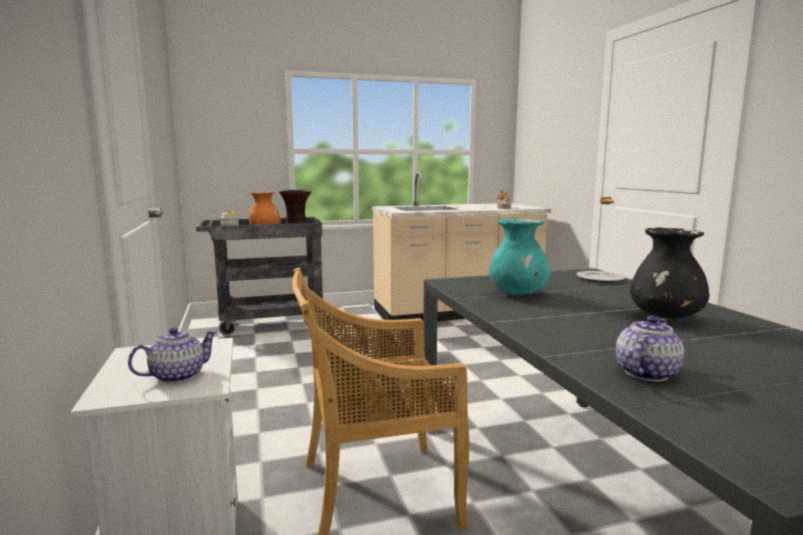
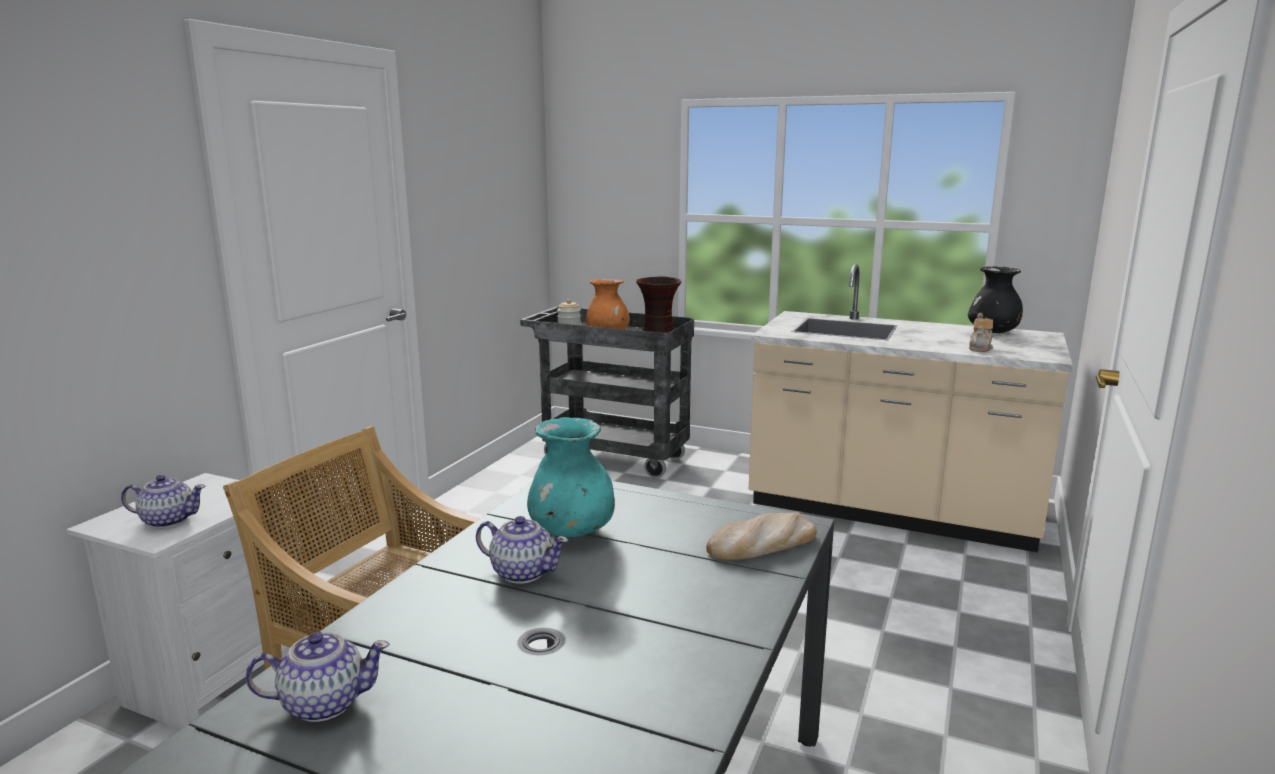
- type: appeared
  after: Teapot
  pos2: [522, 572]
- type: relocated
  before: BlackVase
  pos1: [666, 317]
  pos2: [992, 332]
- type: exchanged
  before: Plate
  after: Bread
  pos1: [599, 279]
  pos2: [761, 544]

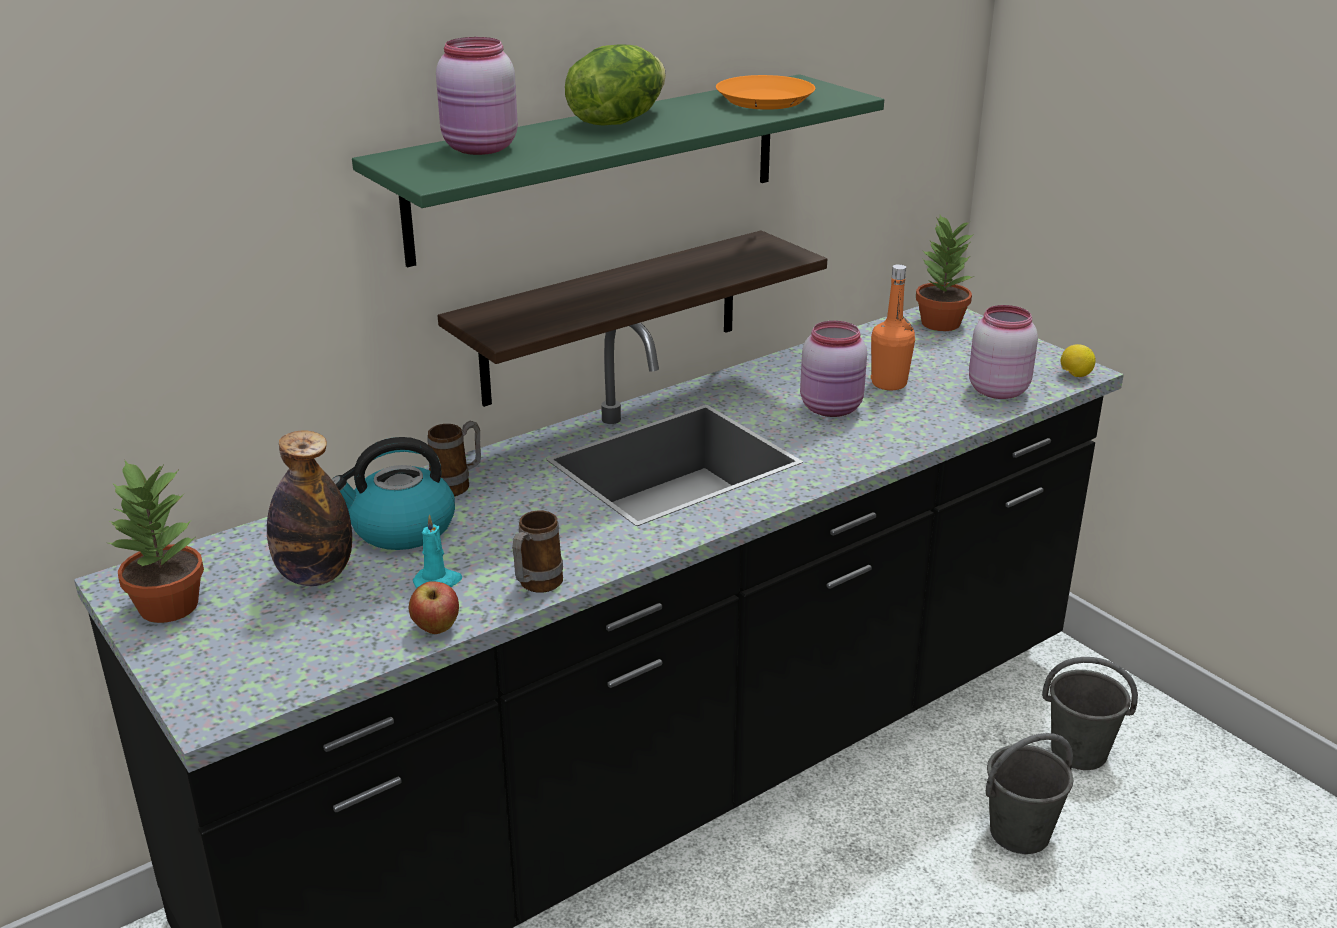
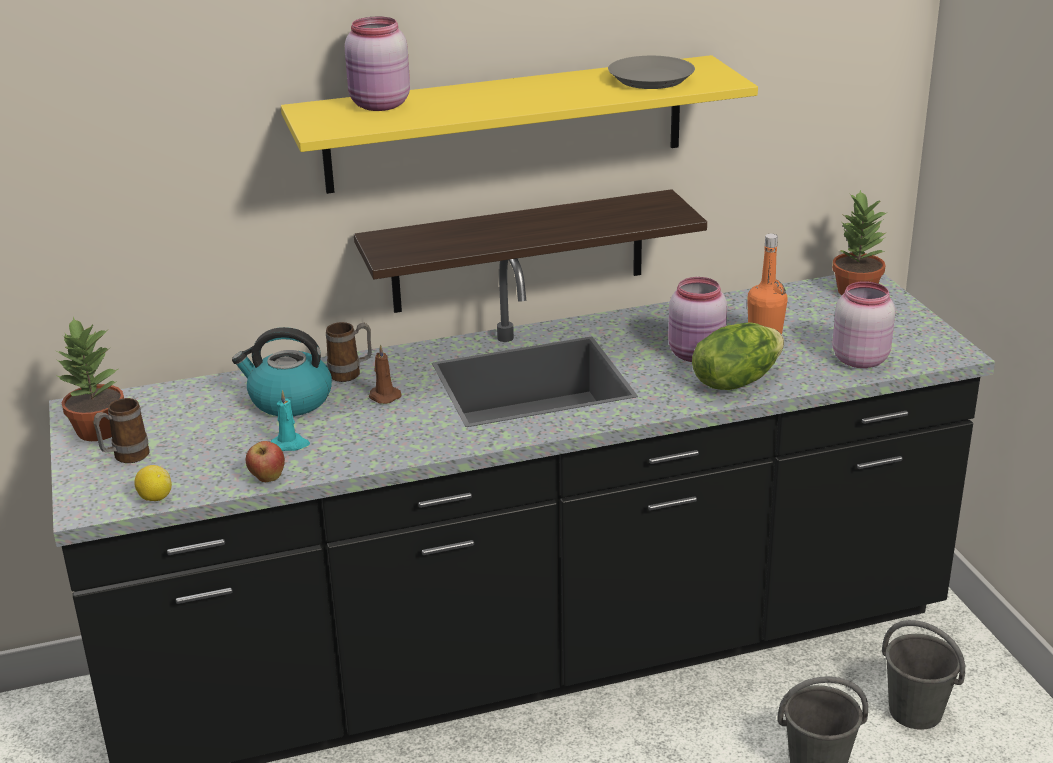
- type: missing
  before: Bottle
  pos1: [315, 576]
- type: appeared
  after: BrownCandle
  pos2: [383, 396]
- type: relocated
  before: Mug
  pos1: [536, 586]
  pos2: [125, 457]
- type: relocated
  before: Lettuce
  pos1: [617, 121]
  pos2: [735, 381]
- type: relocated
  before: Lemon
  pos1: [1075, 375]
  pos2: [155, 497]
- type: colour
  before: GreenShelf
  after: YellowShelf
  pos1: [599, 166]
  pos2: [505, 124]
- type: colour
  before: OrangePlate
  after: GreyPlate
  pos1: [764, 100]
  pos2: [650, 79]

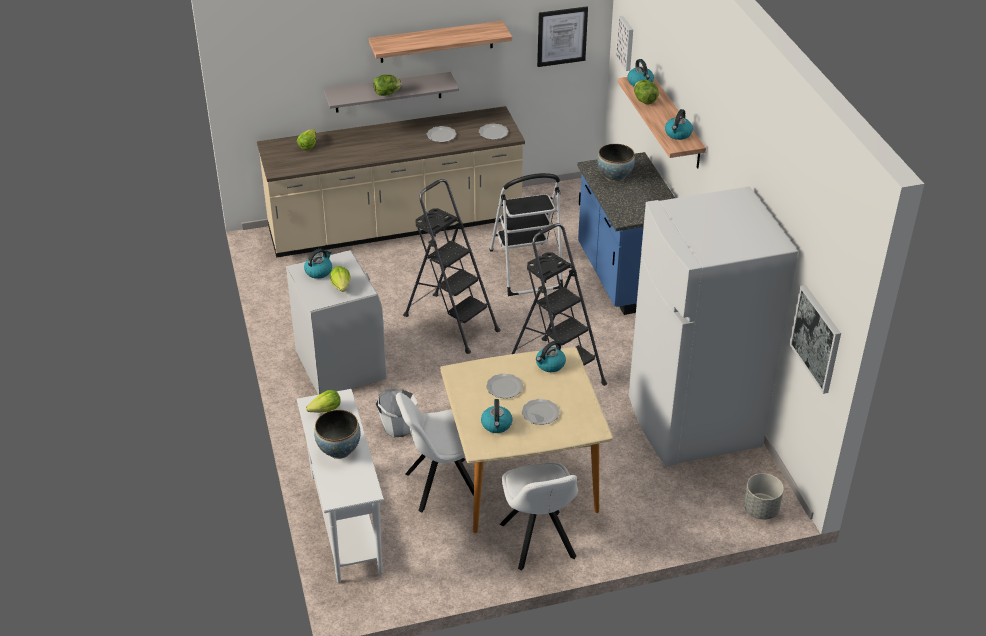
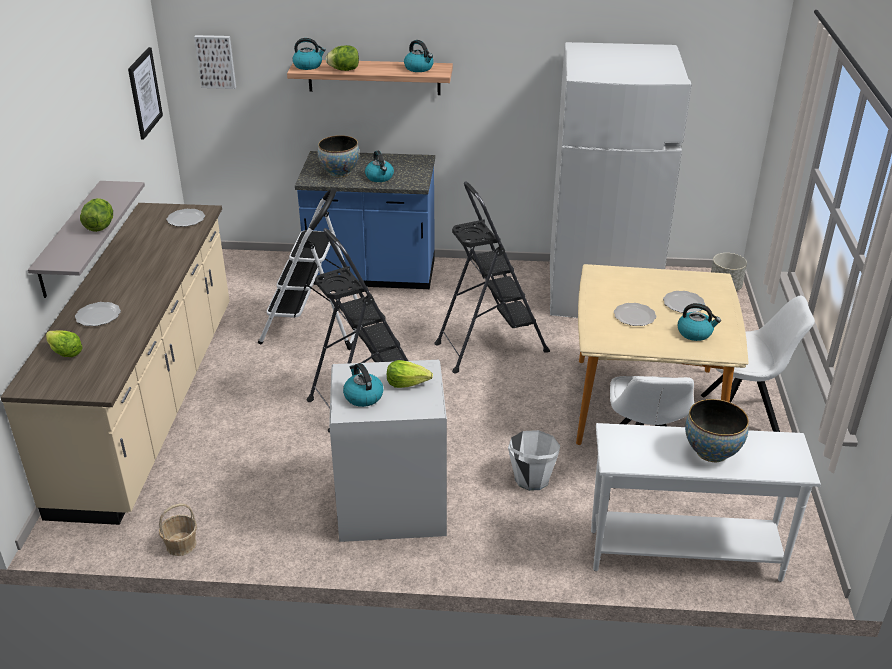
- type: missing
  before: Lettuce
  pos1: [325, 410]
- type: missing
  before: Shelf
  pos1: [436, 42]
- type: missing
  before: Picture
  pos1: [817, 338]
- type: appeared
  after: Basket
  pos2: [181, 544]
- type: relocated
  before: Plate
  pos1: [441, 135]
  pos2: [98, 316]
- type: relocated
  before: Kettle
  pos1: [550, 365]
  pos2: [380, 177]

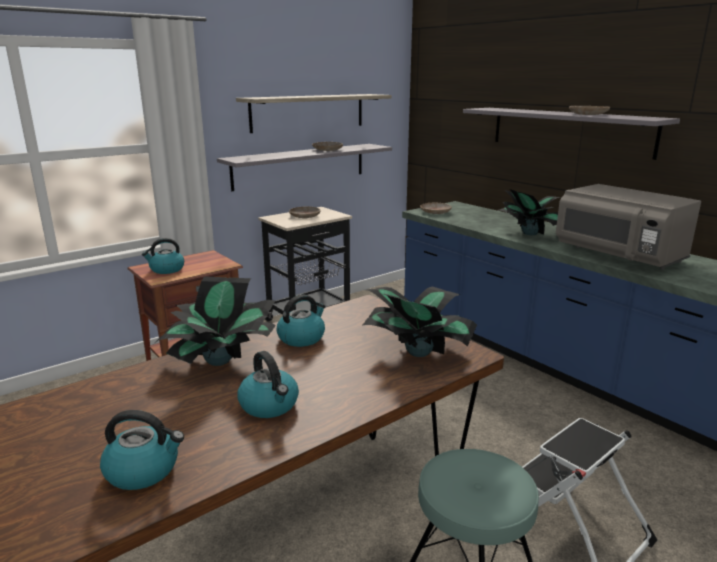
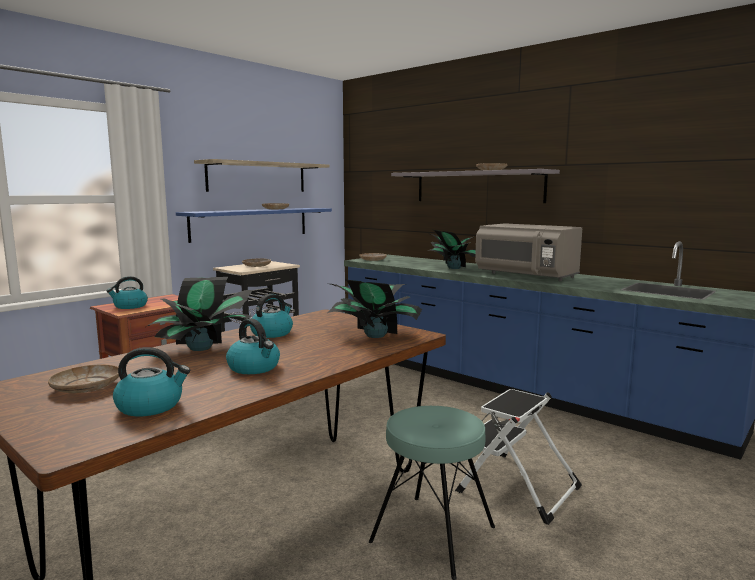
- type: appeared
  after: BeigePlate
  pos2: [86, 387]
- type: colour
  before: GreyShelf
  after: BlueShelf
  pos1: [300, 166]
  pos2: [251, 223]

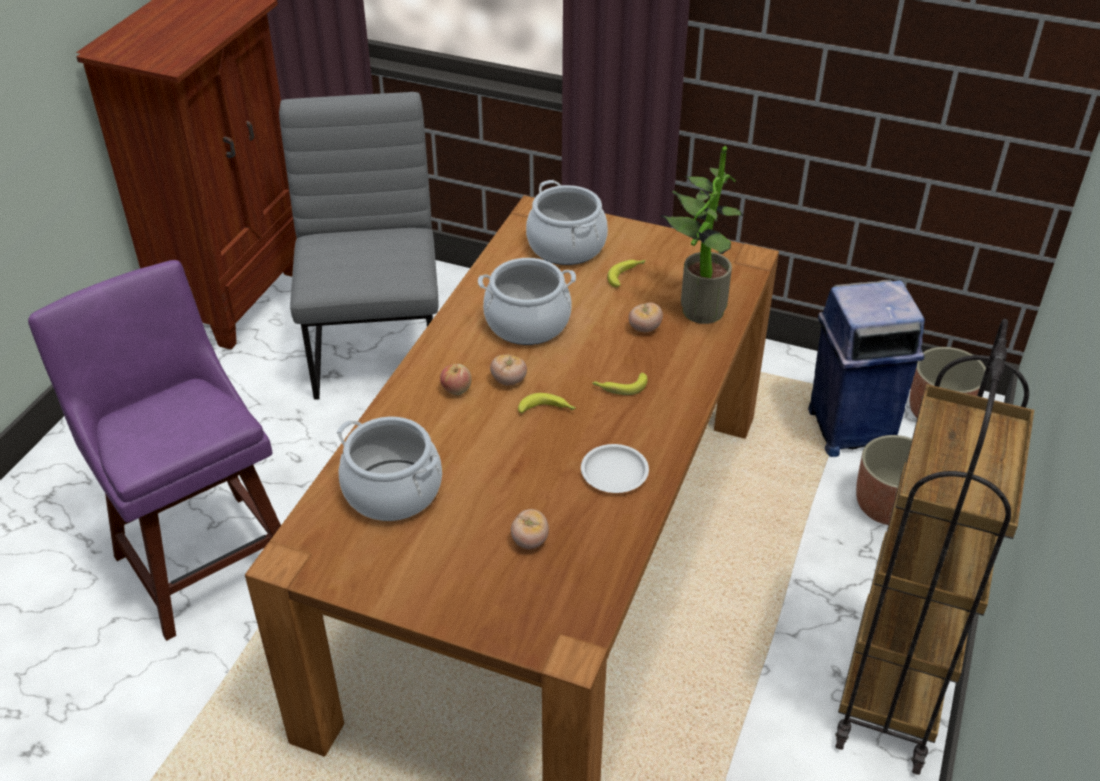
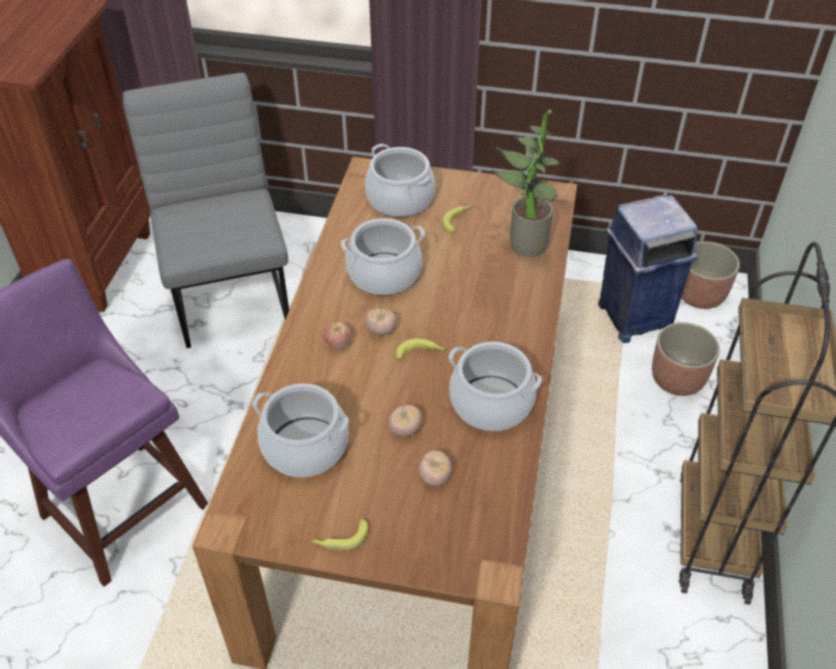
- type: relocated
  before: Banana
  pos1: [619, 387]
  pos2: [340, 539]
- type: relocated
  before: Tomato
  pos1: [644, 328]
  pos2: [405, 429]
- type: exchanged
  before: WhitePlate
  after: CookingPot
  pos1: [615, 472]
  pos2: [491, 403]

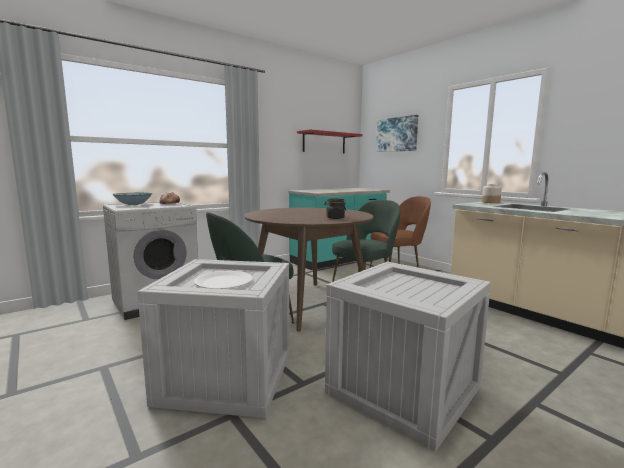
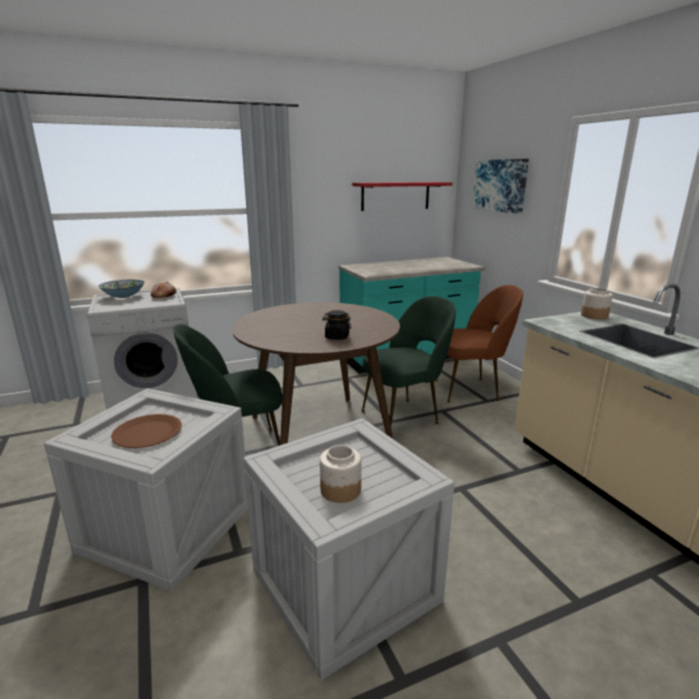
- type: appeared
  after: Jar
  pos2: [340, 490]
- type: colour
  before: WhitePlate
  after: BrownPlate
  pos1: [224, 282]
  pos2: [148, 433]

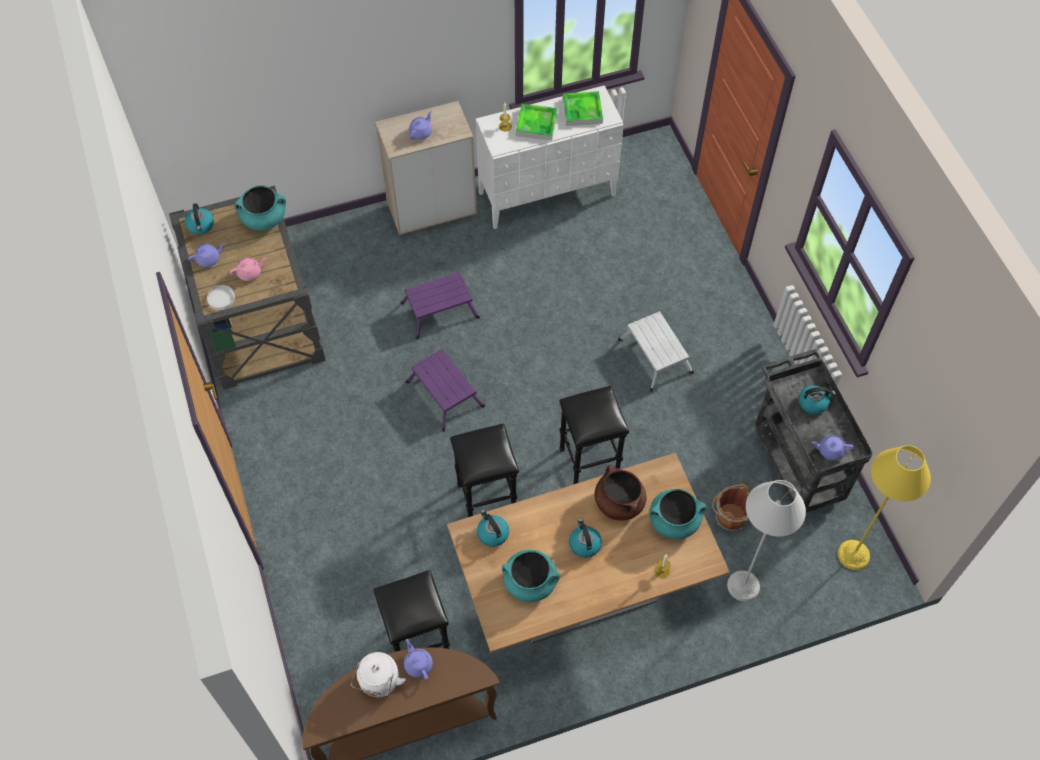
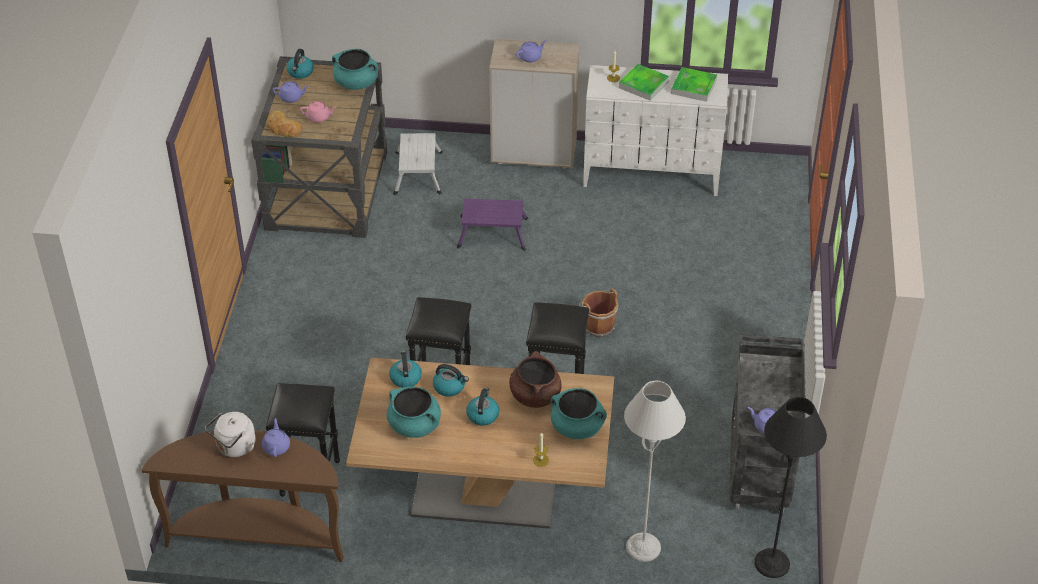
- type: missing
  before: PurpleStepLadder
  pos1: [445, 394]
- type: relocated
  before: WhiteStepLadder
  pos1: [655, 356]
  pos2: [418, 173]
- type: relocated
  before: BrownBucket
  pos1: [729, 516]
  pos2: [597, 325]
- type: relocated
  before: Kettle
  pos1: [813, 403]
  pos2: [450, 387]
- type: exchanged
  before: WhitePlate
  after: Bread
  pos1: [221, 298]
  pos2: [283, 128]
- type: colour
  before: YellowFloorLamp
  after: BlackFloorLamp
  pos1: [853, 555]
  pos2: [772, 563]

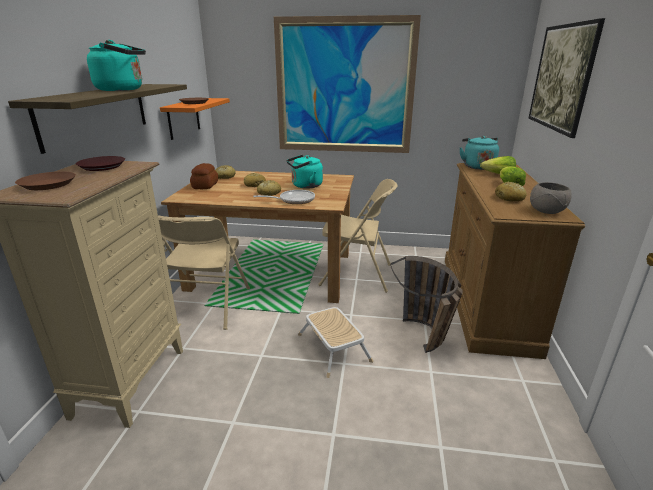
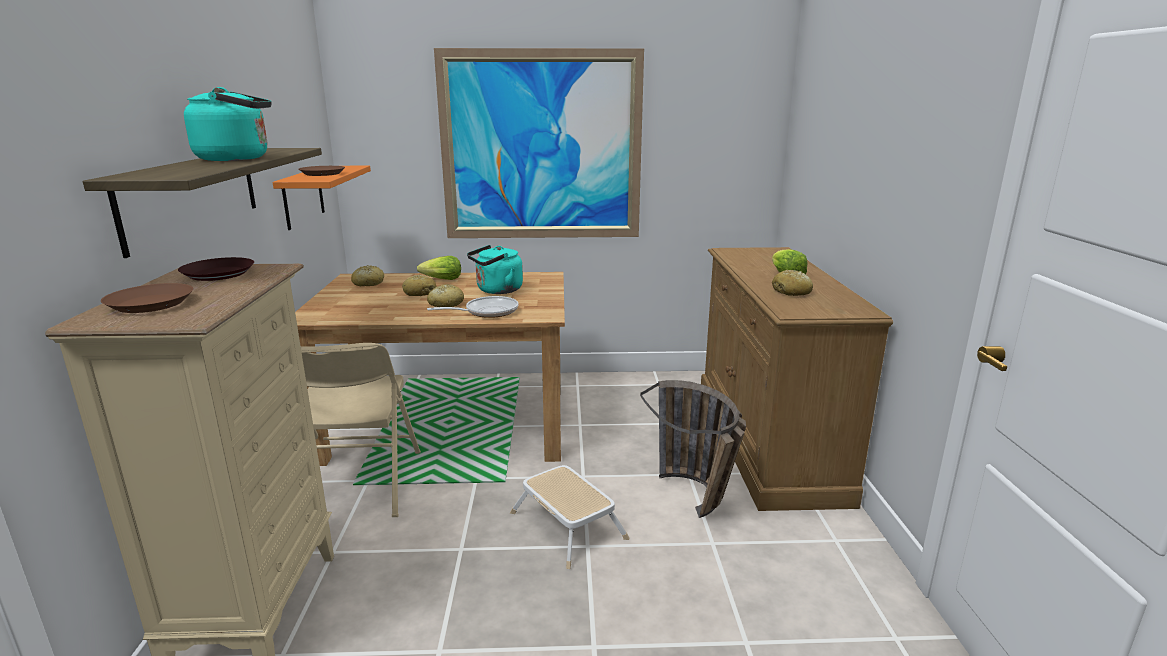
- type: missing
  before: Bread
  pos1: [204, 186]
- type: missing
  before: BeigeChair
  pos1: [356, 275]
- type: missing
  before: TurquoiseKettle
  pos1: [477, 166]
- type: missing
  before: Picture
  pos1: [555, 103]
- type: missing
  before: GreyBowl
  pos1: [546, 211]
- type: relocated
  before: Lettuce
  pos1: [498, 175]
  pos2: [442, 280]

